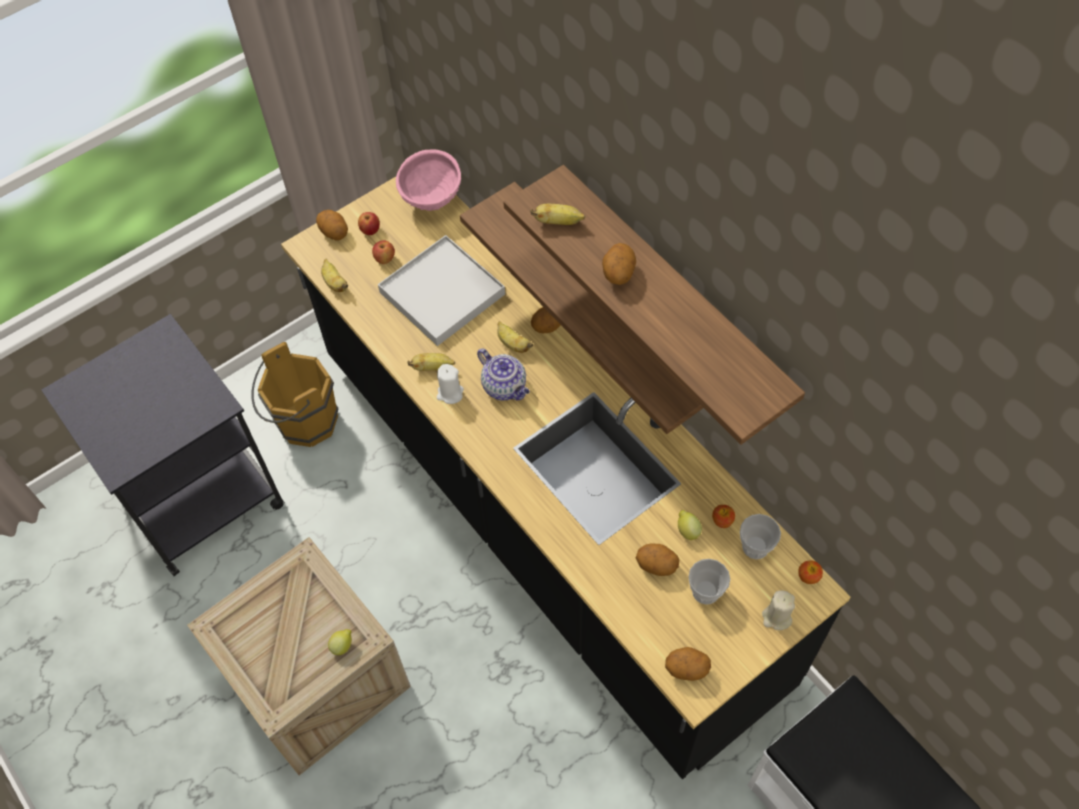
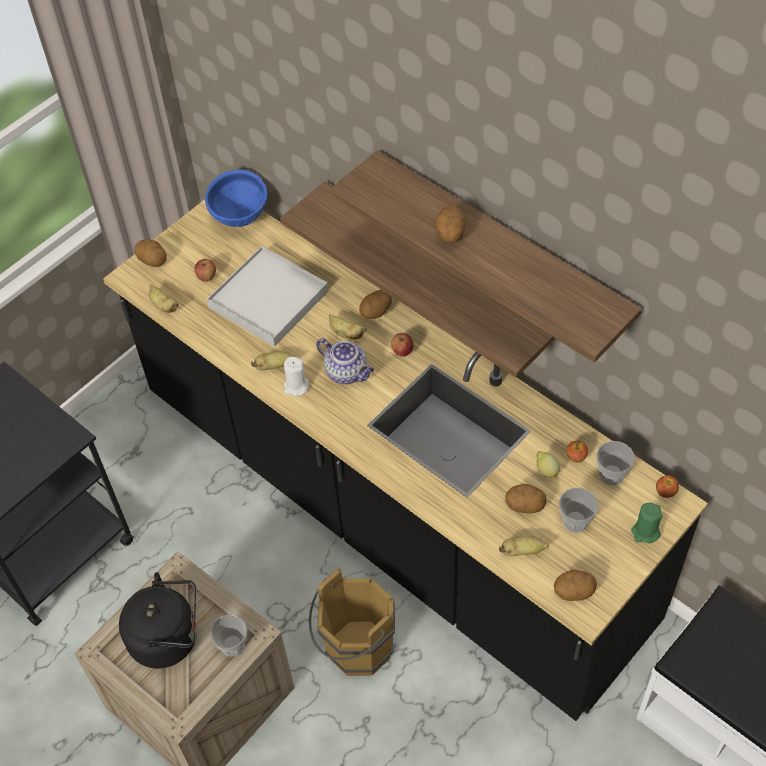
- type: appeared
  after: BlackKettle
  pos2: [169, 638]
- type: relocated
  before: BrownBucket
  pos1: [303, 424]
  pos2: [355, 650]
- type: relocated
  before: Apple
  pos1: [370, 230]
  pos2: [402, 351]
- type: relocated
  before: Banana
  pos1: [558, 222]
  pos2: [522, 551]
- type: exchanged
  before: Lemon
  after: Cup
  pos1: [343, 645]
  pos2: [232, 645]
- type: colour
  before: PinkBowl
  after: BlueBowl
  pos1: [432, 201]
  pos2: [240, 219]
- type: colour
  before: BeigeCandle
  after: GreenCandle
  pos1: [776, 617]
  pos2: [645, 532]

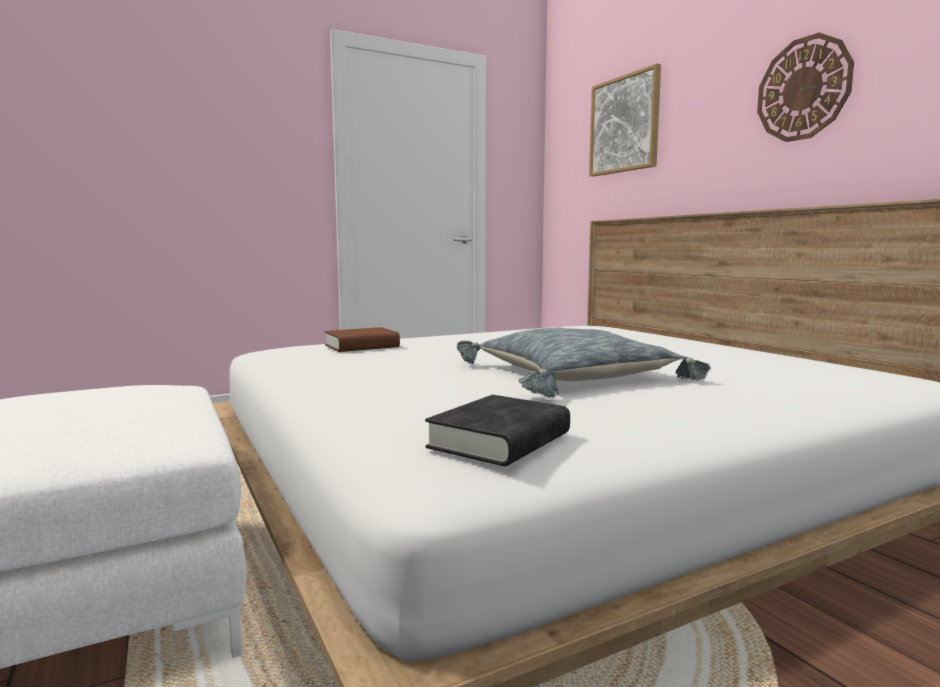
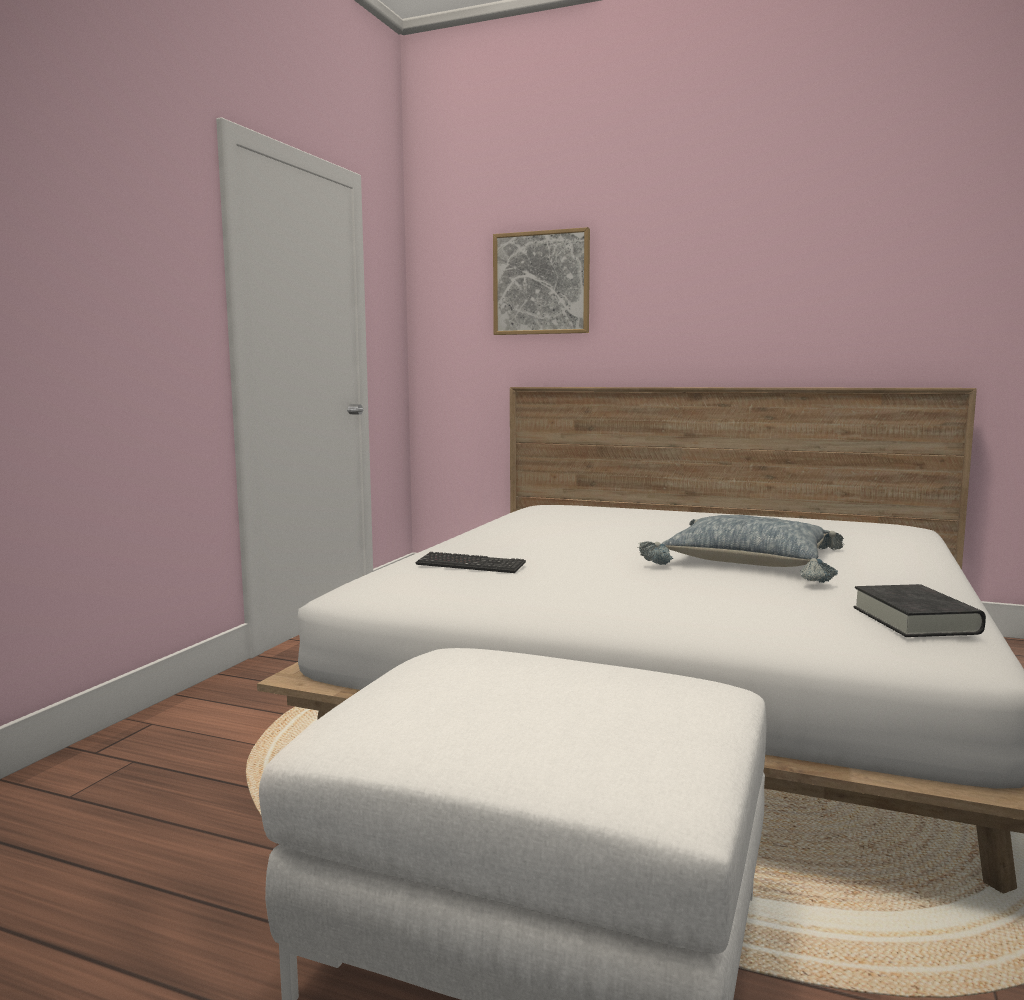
- type: missing
  before: WallClock
  pos1: [803, 89]
- type: exchanged
  before: BrownBook
  after: Keyboard
  pos1: [362, 346]
  pos2: [470, 565]

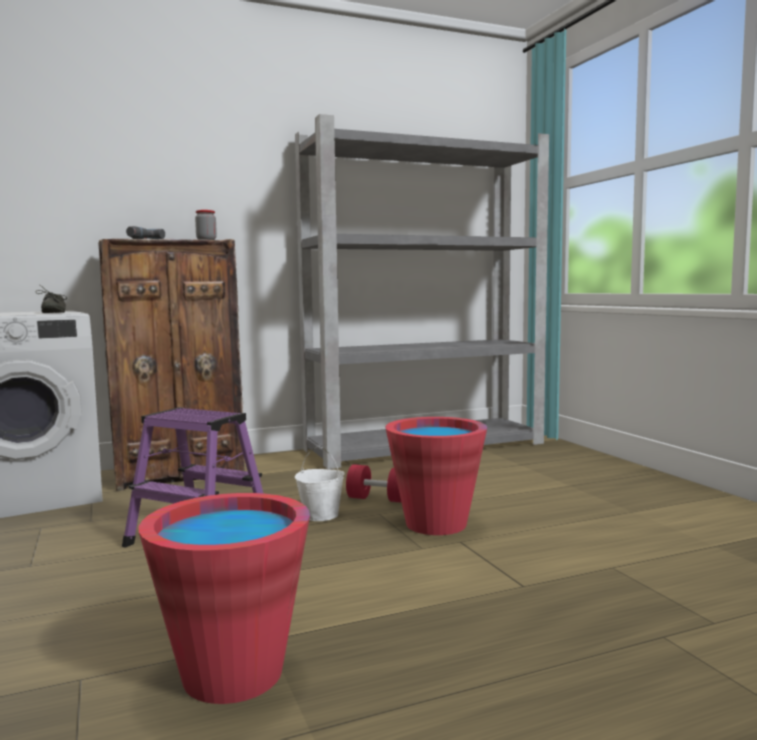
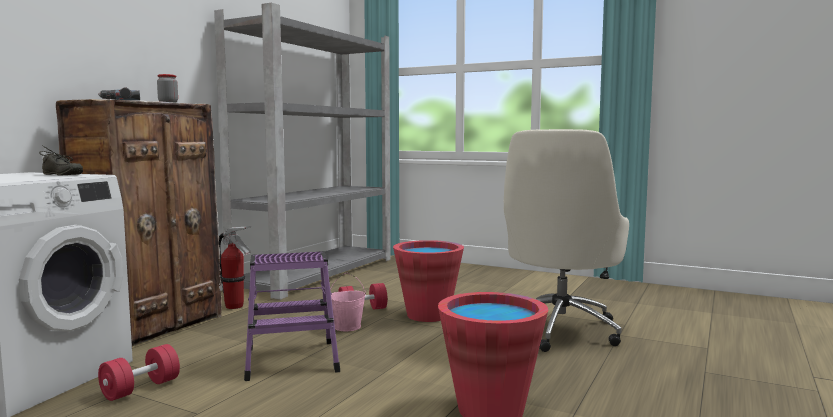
- type: appeared
  after: RedDumbbell
  pos2: [141, 388]
- type: appeared
  after: FireExtinguisher
  pos2: [235, 306]
- type: appeared
  after: BeigeOfficeChair
  pos2: [560, 331]
- type: colour
  before: WhiteBucket
  after: PinkBucket
  pos1: [321, 515]
  pos2: [347, 327]

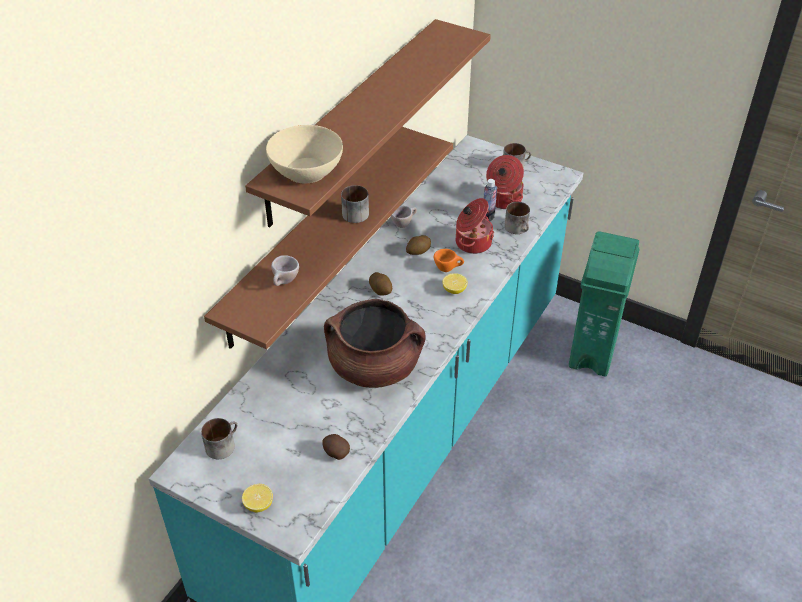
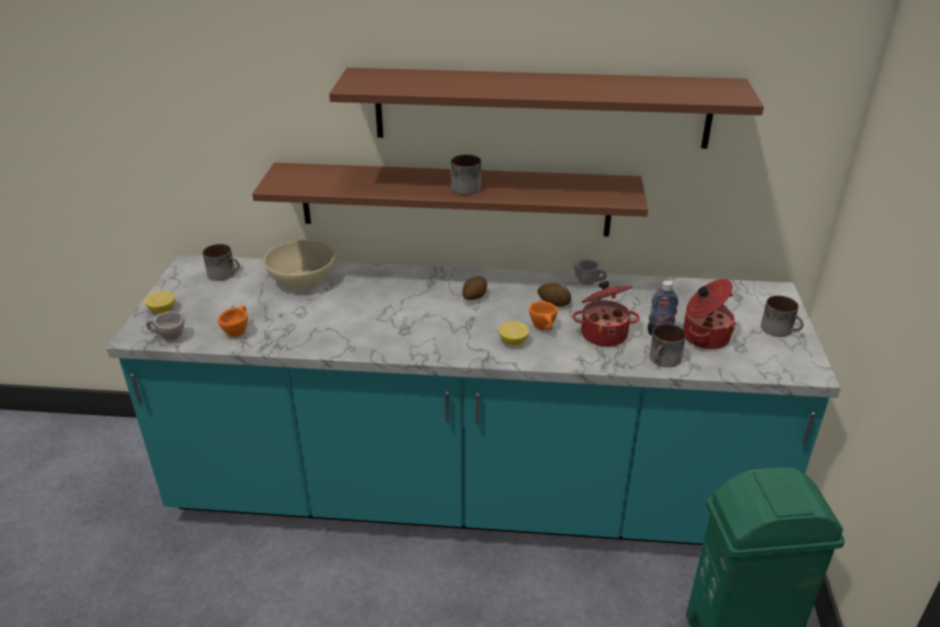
- type: missing
  before: BrownCookingPot
  pos1: [375, 367]
- type: relocated
  before: BeigeBowl
  pos1: [306, 170]
  pos2: [302, 279]
- type: relocated
  before: BeigeCup
  pos1: [284, 283]
  pos2: [168, 338]
- type: exchanged
  before: Potato
  after: OrangeCup
  pos1: [335, 452]
  pos2: [238, 331]

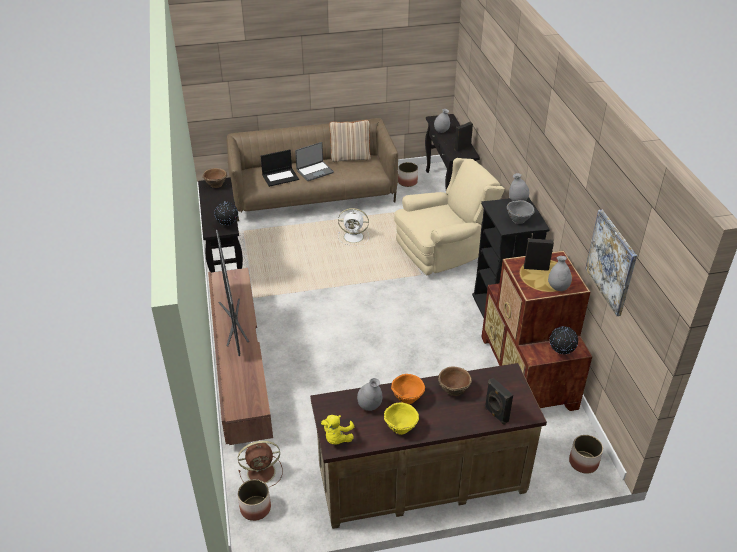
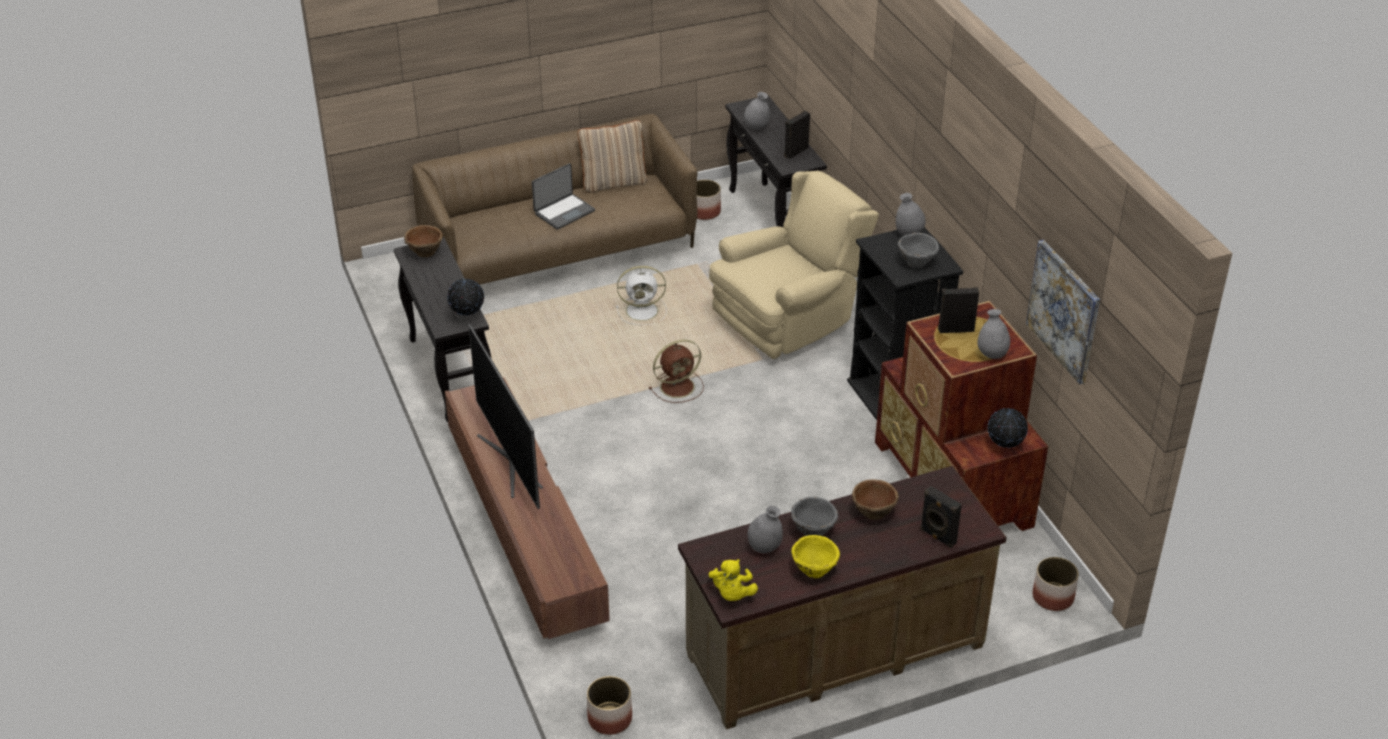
- type: missing
  before: Laptop
  pos1: [280, 177]
- type: relocated
  before: BrownFan
  pos1: [262, 472]
  pos2: [678, 386]
- type: colour
  before: OrangeBowl
  after: GreyBowl
  pos1: [407, 398]
  pos2: [813, 530]

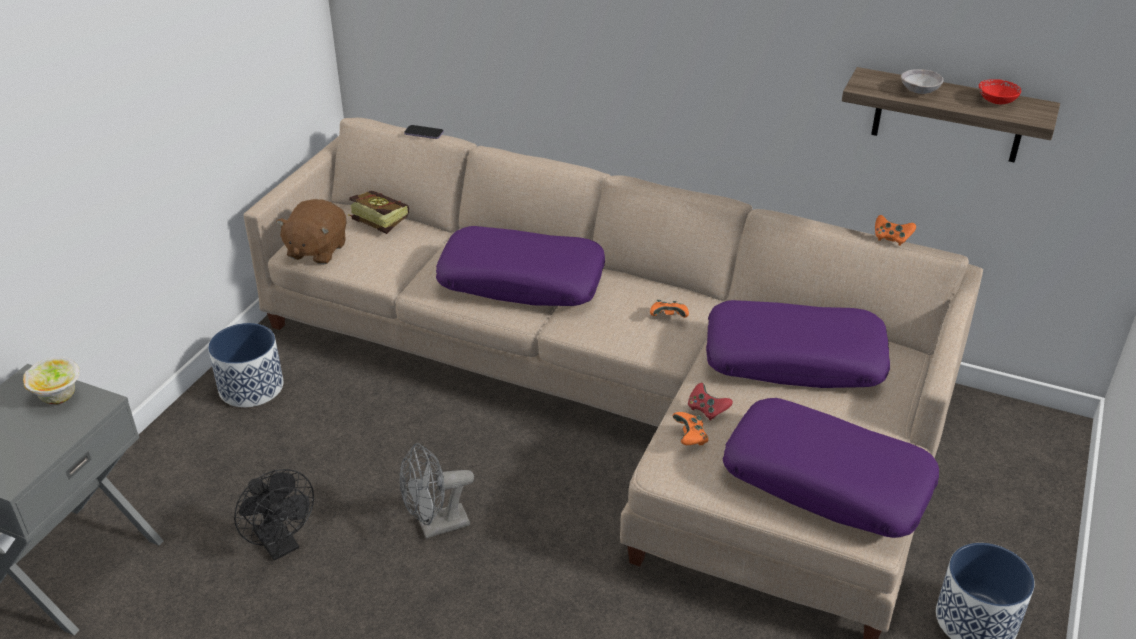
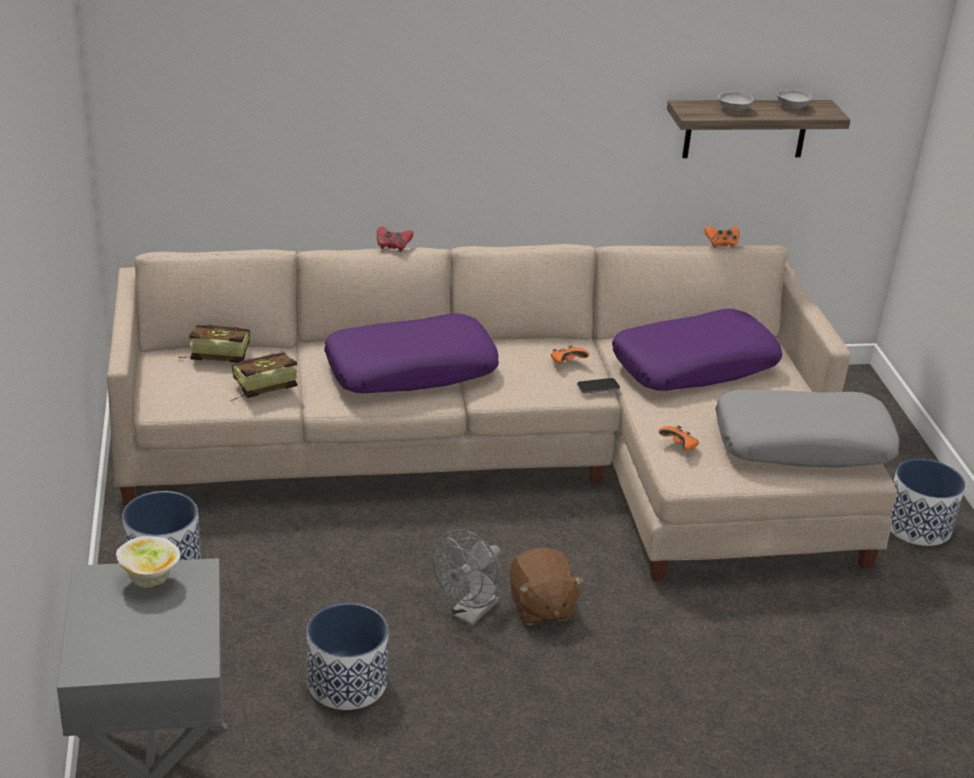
- type: appeared
  after: Book
  pos2: [258, 389]
- type: relocated
  before: BrownPlushToy
  pos1: [316, 250]
  pos2: [540, 607]
- type: relocated
  before: Phone
  pos1: [424, 133]
  pos2: [598, 387]
- type: relocated
  before: RedGameController
  pos1: [707, 410]
  pos2: [393, 246]
- type: exchanged
  before: BlackFan
  after: Planter
  pos1: [281, 545]
  pos2: [346, 683]
- type: colour
  before: PurplePillow
  after: GreyPillow
  pos1: [827, 481]
  pos2: [802, 443]
- type: colour
  before: RedBowl
  after: GreyBowl
  pos1: [996, 101]
  pos2: [792, 107]

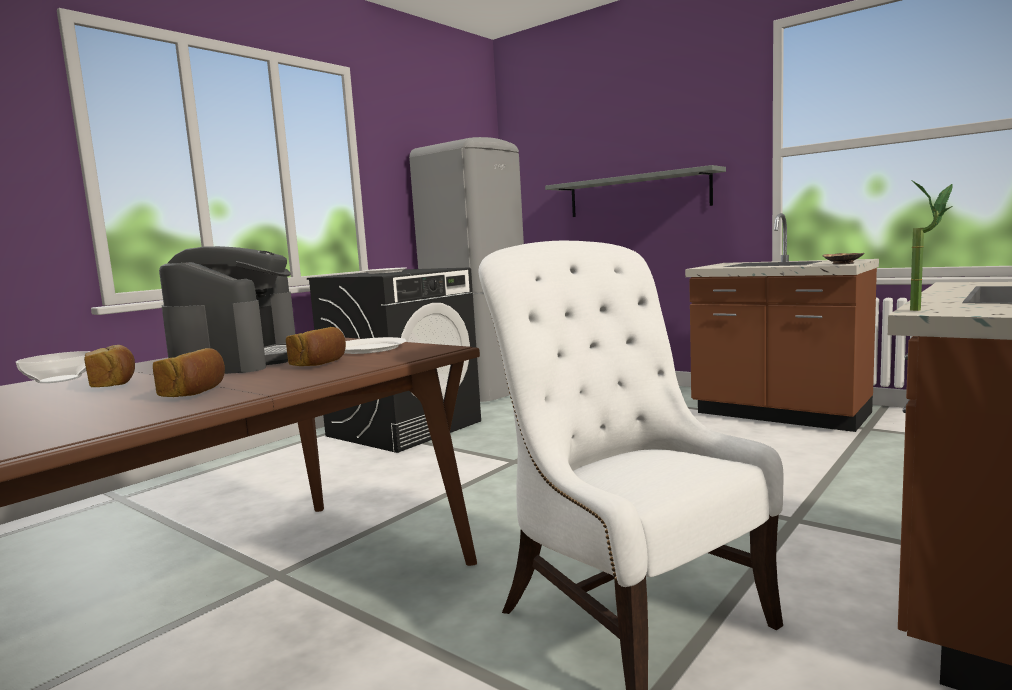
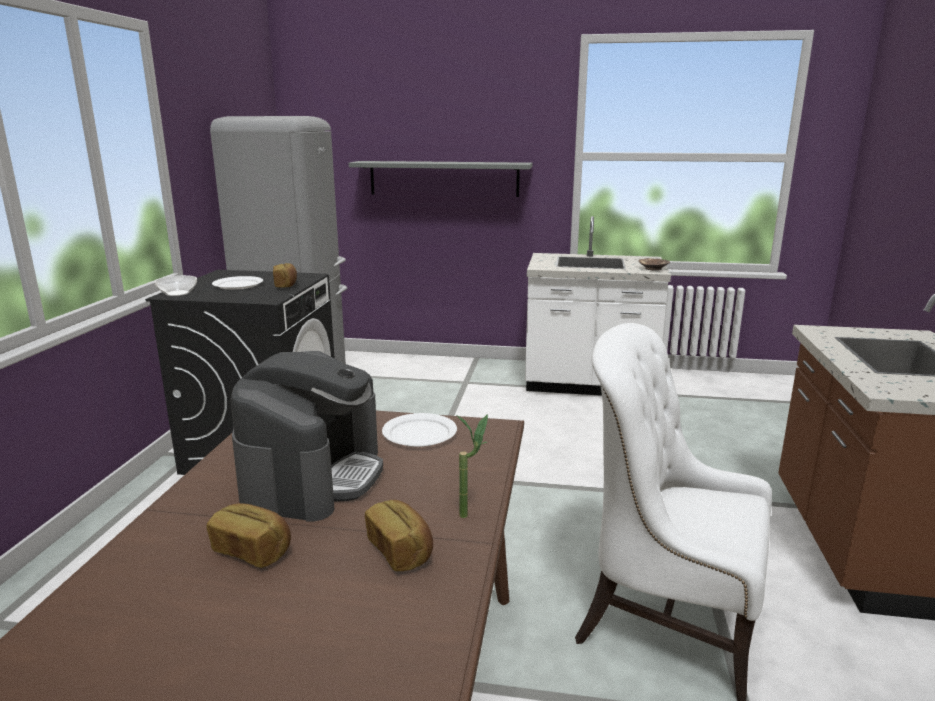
- type: relocated
  before: Bowl
  pos1: [58, 379]
  pos2: [177, 293]
- type: relocated
  before: Bread
  pos1: [320, 363]
  pos2: [286, 285]
- type: relocated
  before: PottedPlant
  pos1: [926, 309]
  pos2: [471, 514]
- type: colour
  before: BrownCounter
  after: WhiteCounter
  pos1: [779, 414]
  pos2: [589, 386]
- type: spun
  before: CoffeeMachine
  pos1: [239, 361]
  pos2: [313, 476]
  turn: 45

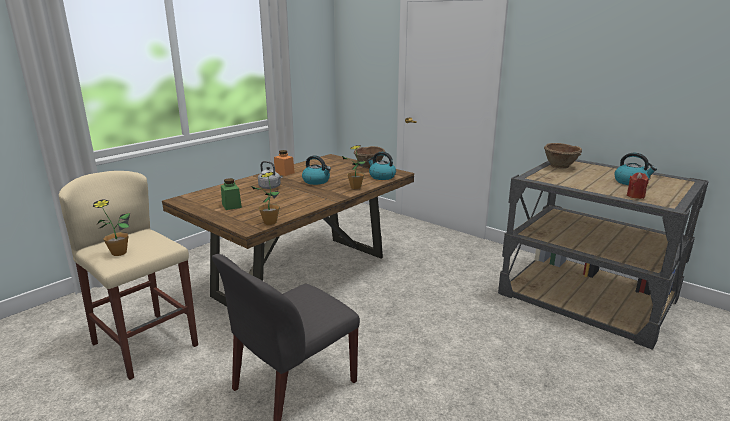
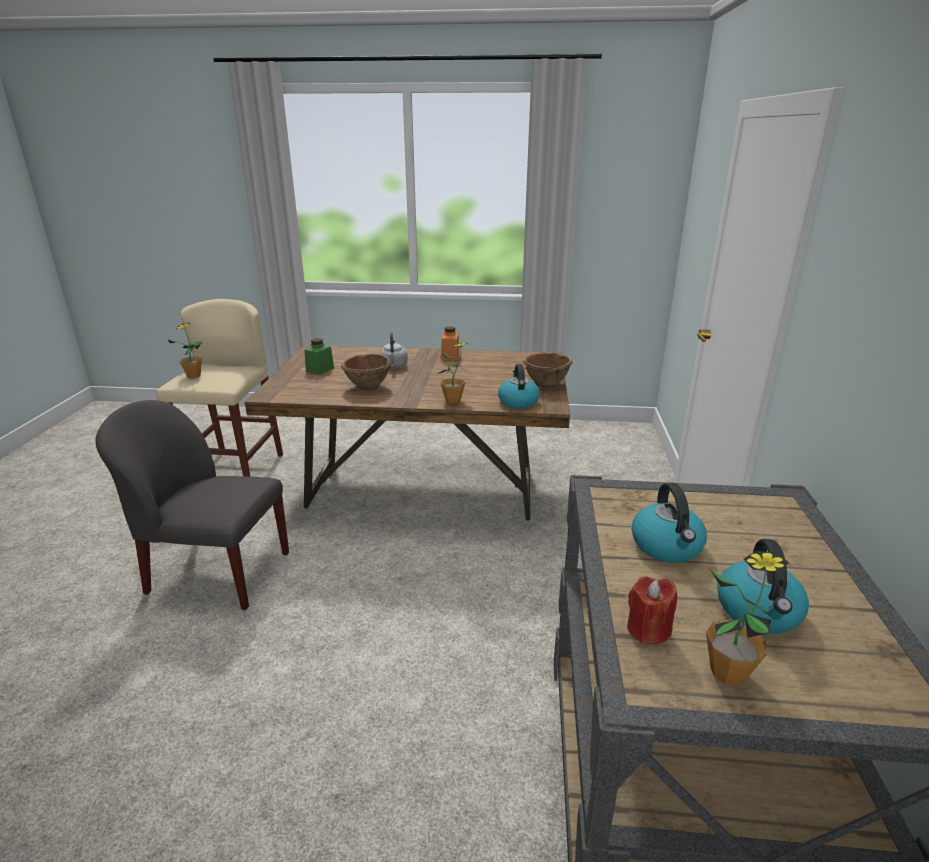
- type: relocated
  before: PottedPlant
  pos1: [270, 222]
  pos2: [728, 672]
- type: relocated
  before: Kettle
  pos1: [316, 181]
  pos2: [667, 546]
- type: relocated
  before: BrownBowl
  pos1: [560, 166]
  pos2: [368, 387]

